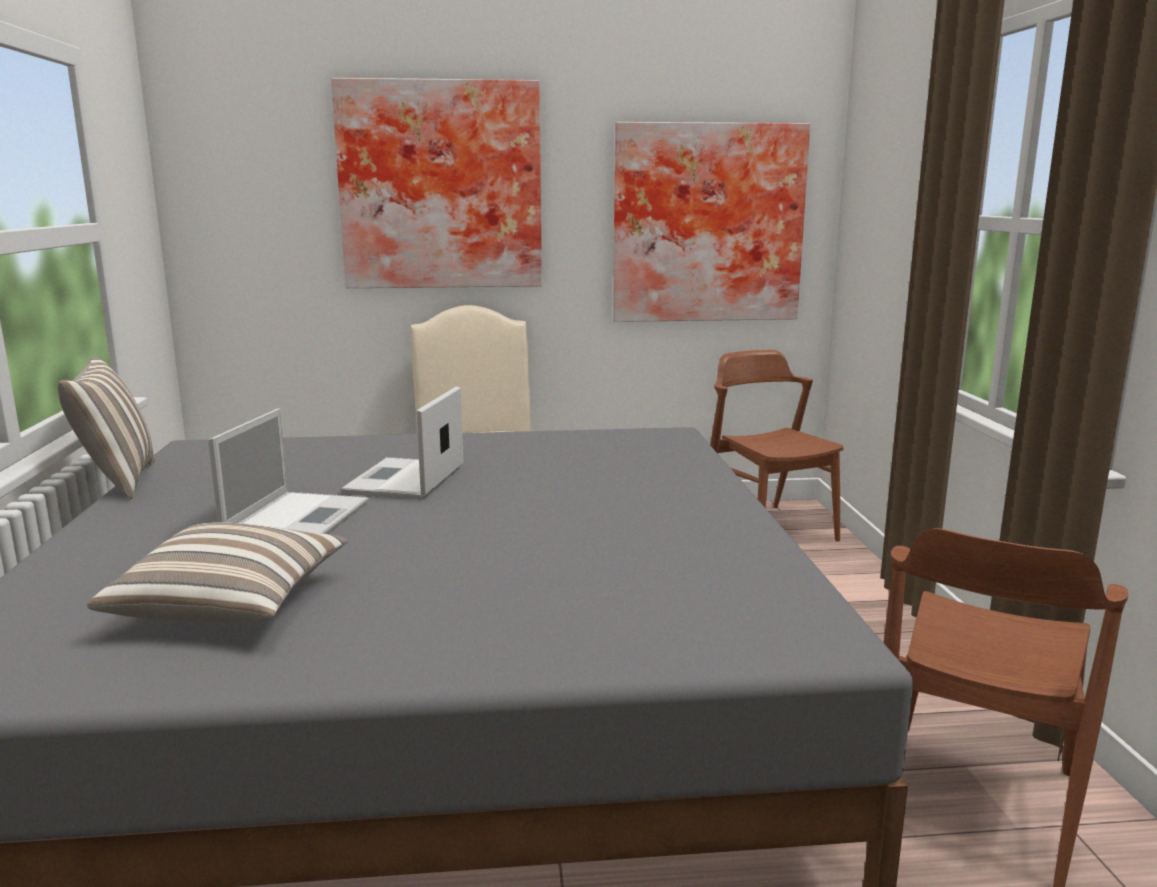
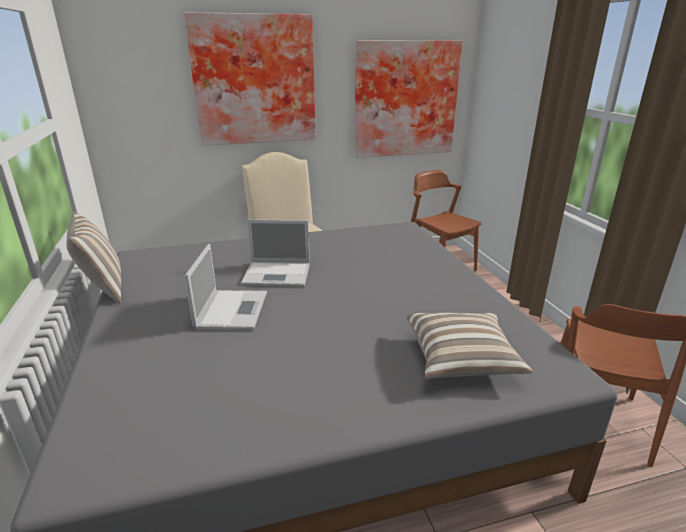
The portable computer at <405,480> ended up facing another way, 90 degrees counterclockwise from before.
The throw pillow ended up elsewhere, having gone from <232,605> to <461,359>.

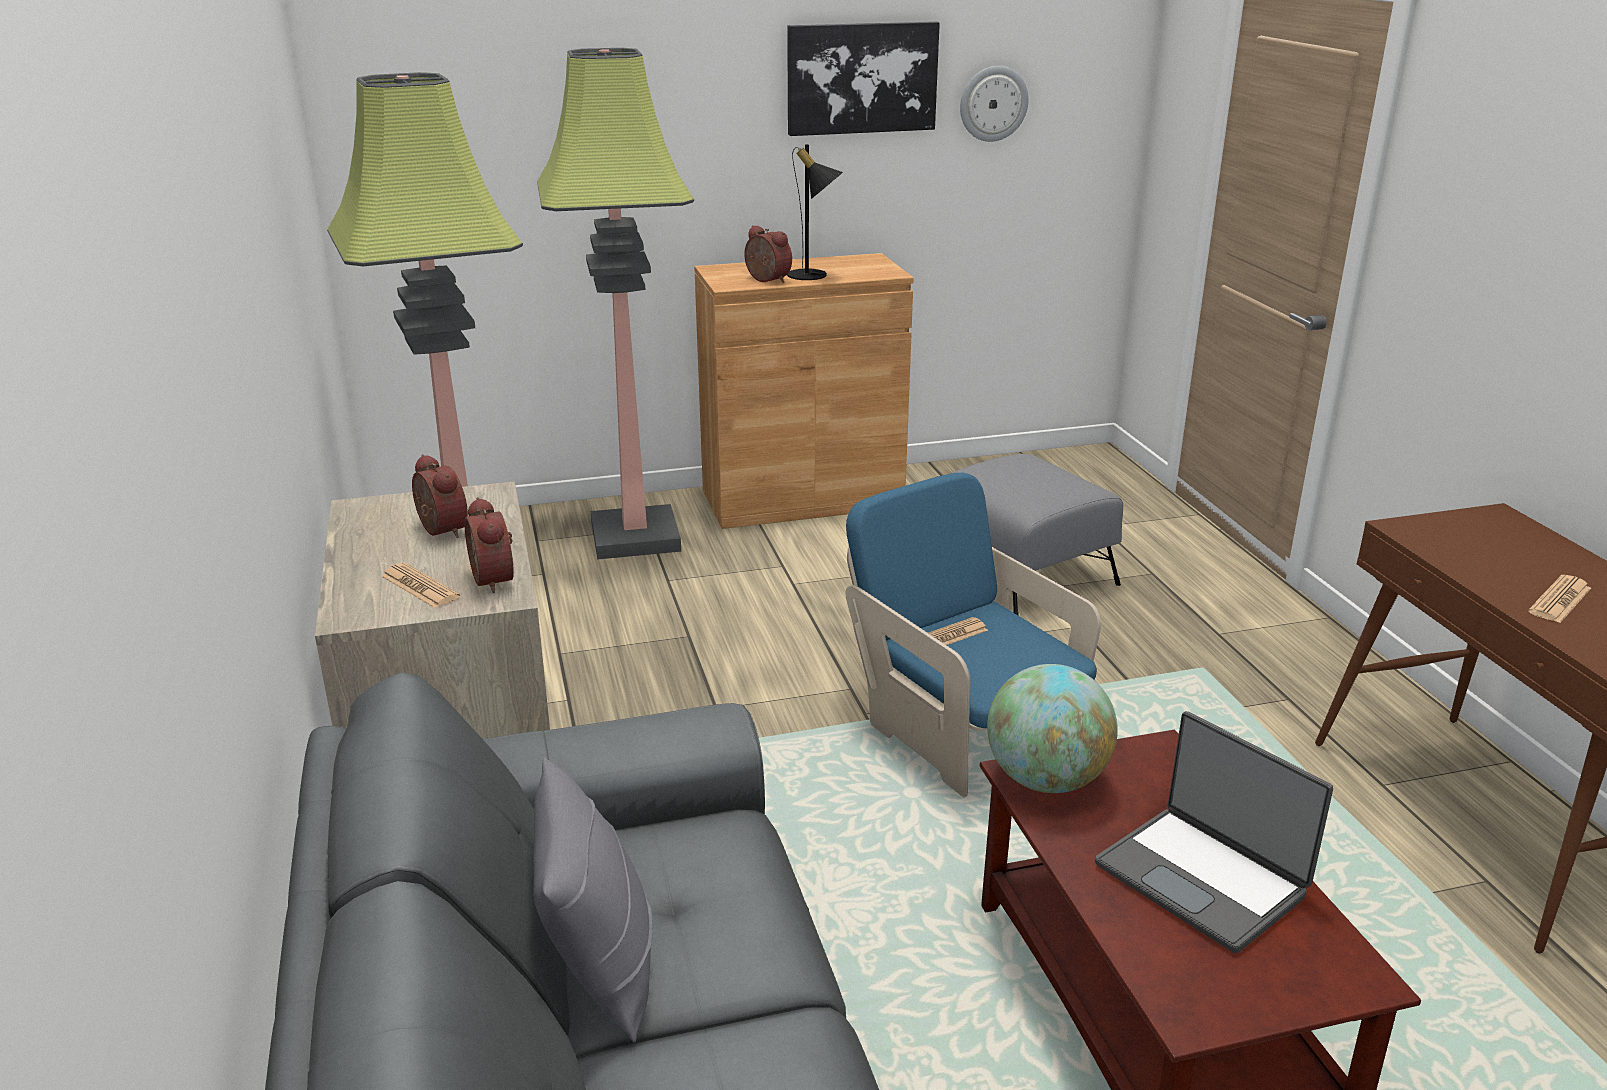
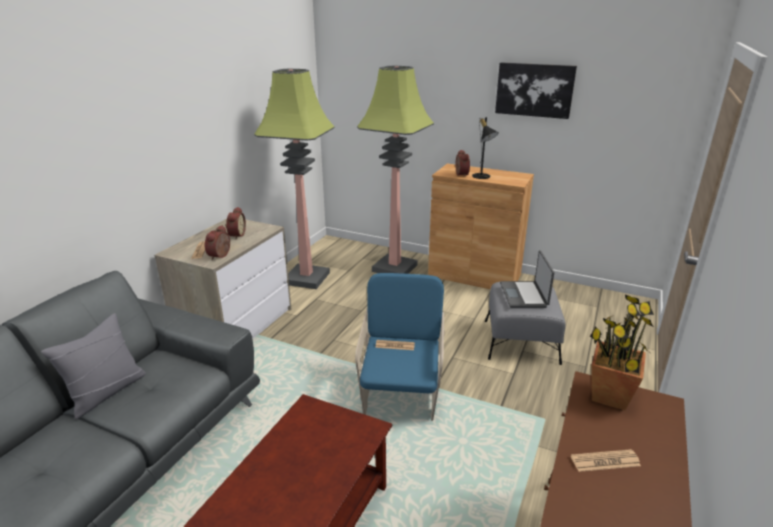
The second view lost the clock on the wall at <993,103>.
The second view lost the desk globe at <1046,780>.
The portable computer ended up elsewhere, having gone from <1202,878> to <524,295>.
The second view gained the plant in a pot at <609,396>.

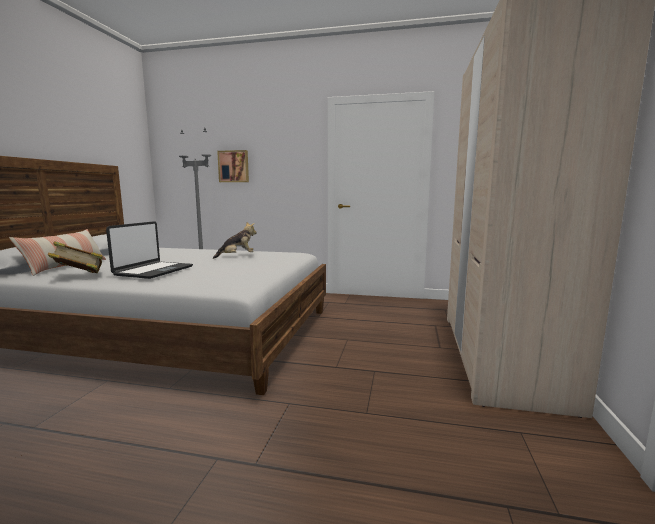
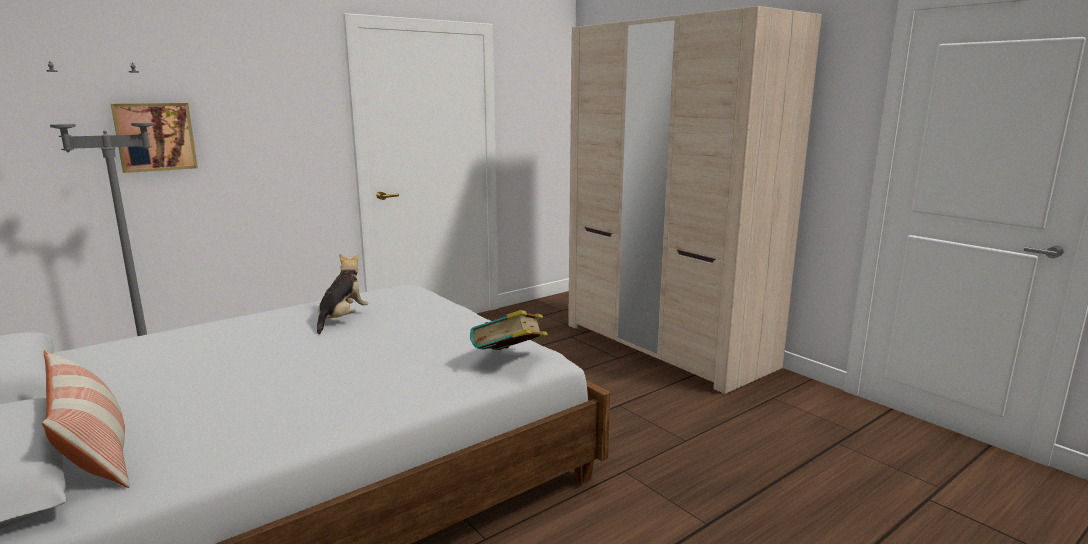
The second view lost the portable computer at <153,271>.
The volume ended up elsewhere, having gone from <79,276> to <509,359>.

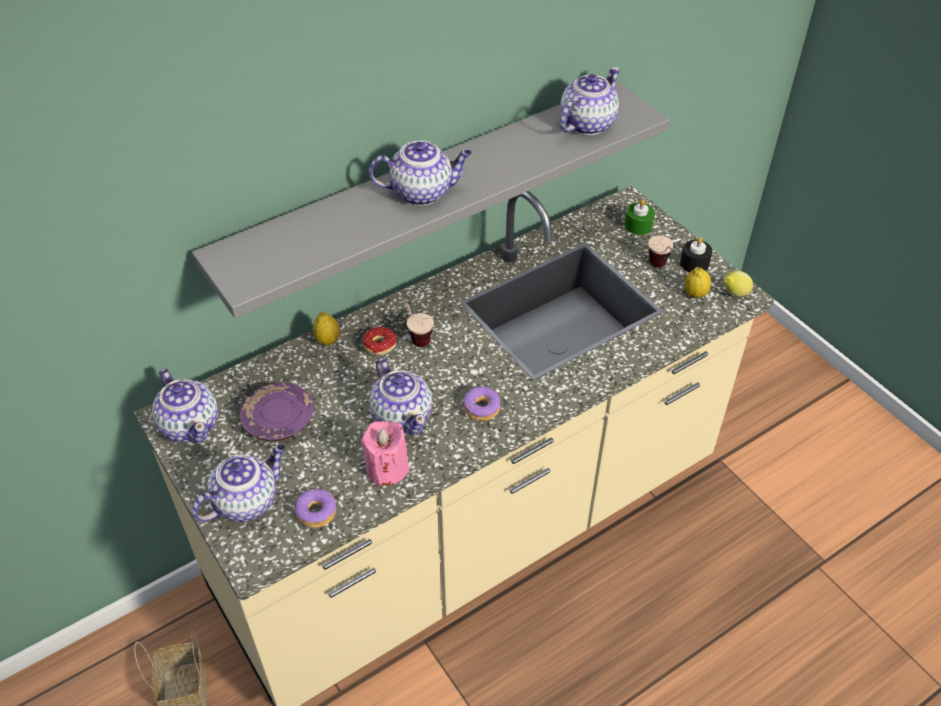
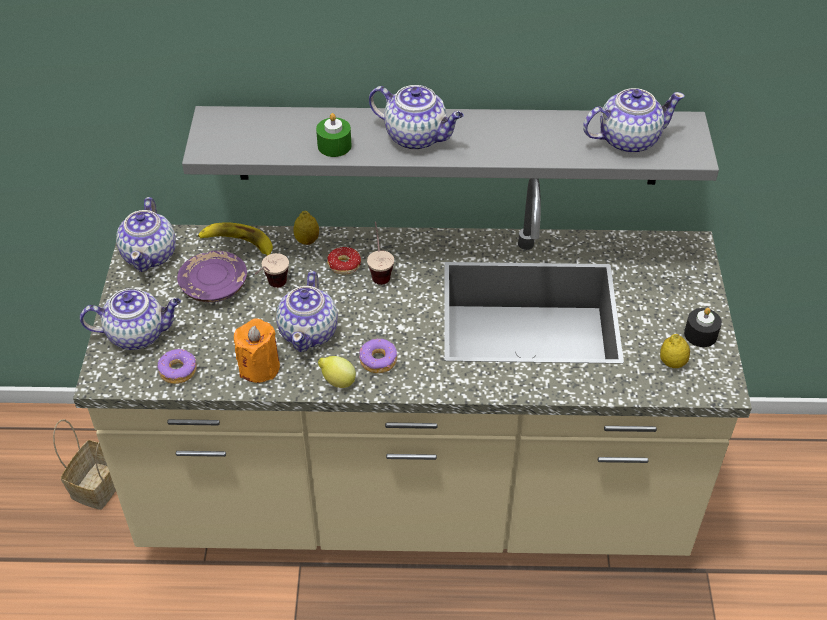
The green-coloured wax light ended up elsewhere, having gone from <638,225> to <334,146>.
The cup ended up elsewhere, having gone from <660,269> to <272,289>.
The whole lemon ended up elsewhere, having gone from <734,294> to <337,382>.
What was the pink wax light at <387,468> turned into the orange-coloured wax light at <259,367>.
The second view gained the banana at <238,244>.

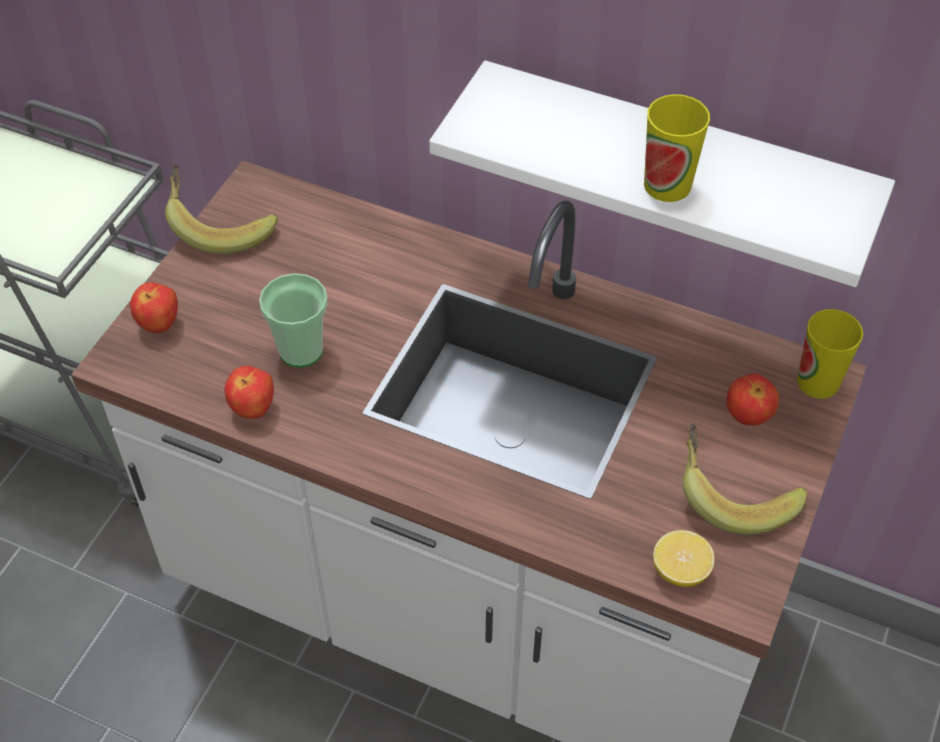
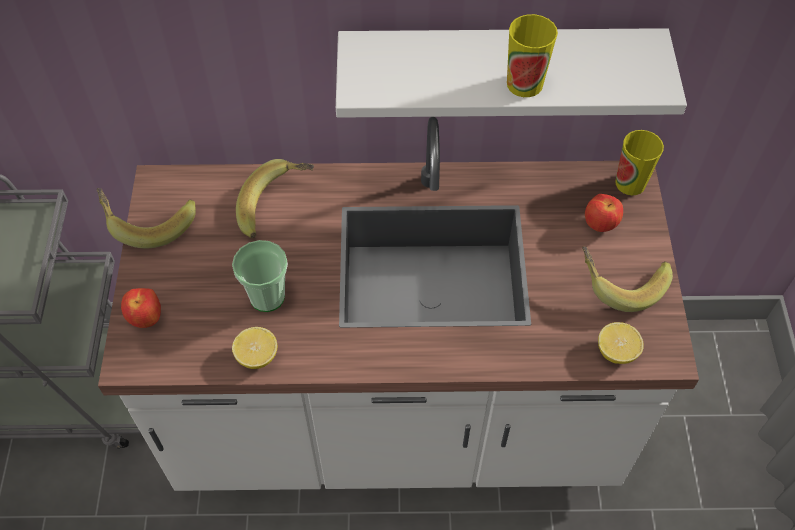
Where the apple stood at <253,409>, the whole lemon came to stand at <257,356>.
The second view gained the banana at <277,208>.

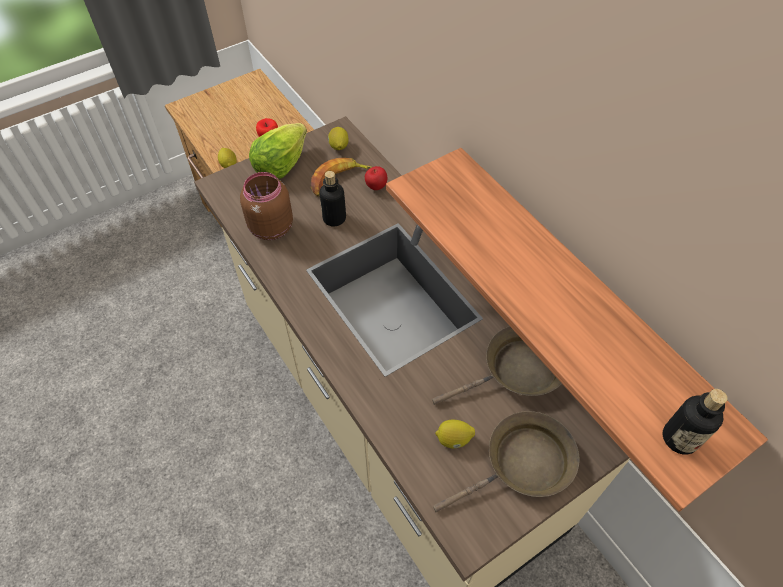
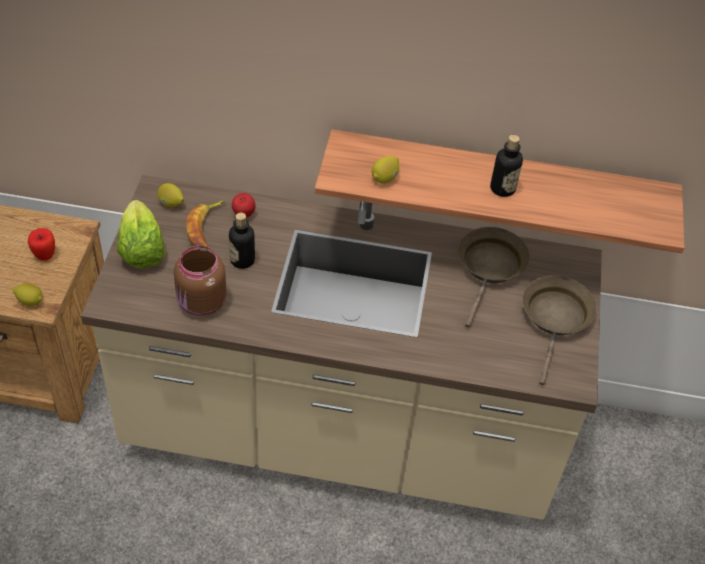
The drink bottle ended up elsewhere, having gone from <680,438> to <502,188>.
The whole lemon ended up elsewhere, having gone from <453,439> to <385,178>.

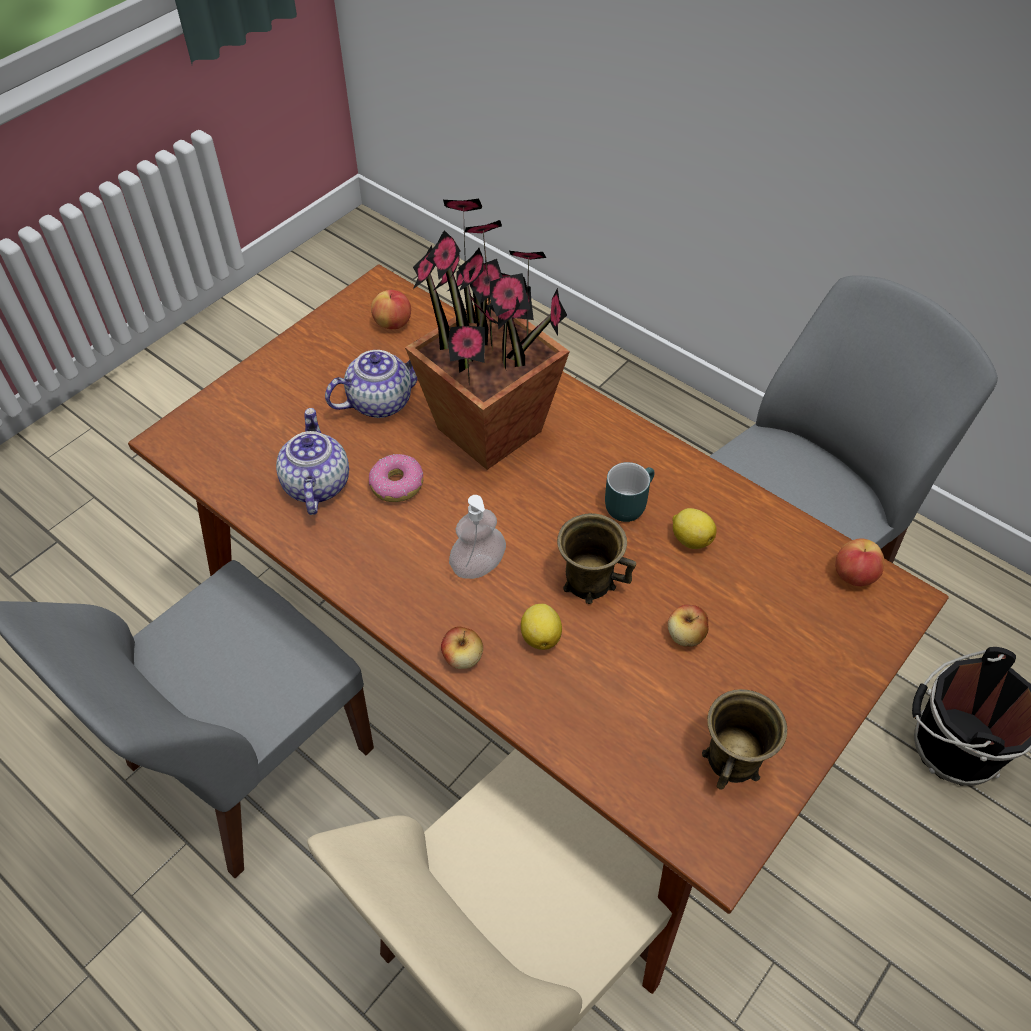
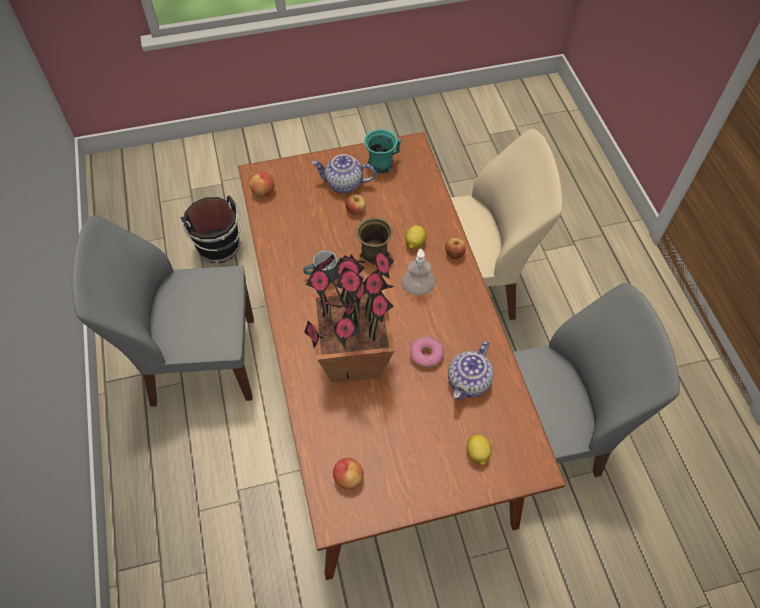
The tea pot ended up elsewhere, having gone from <380,401> to <344,184>.
The whole lemon ended up elsewhere, having gone from <690,538> to <477,454>.
What was the brown mug at <734,759> turned into the turquoise-coloured mug at <380,164>.

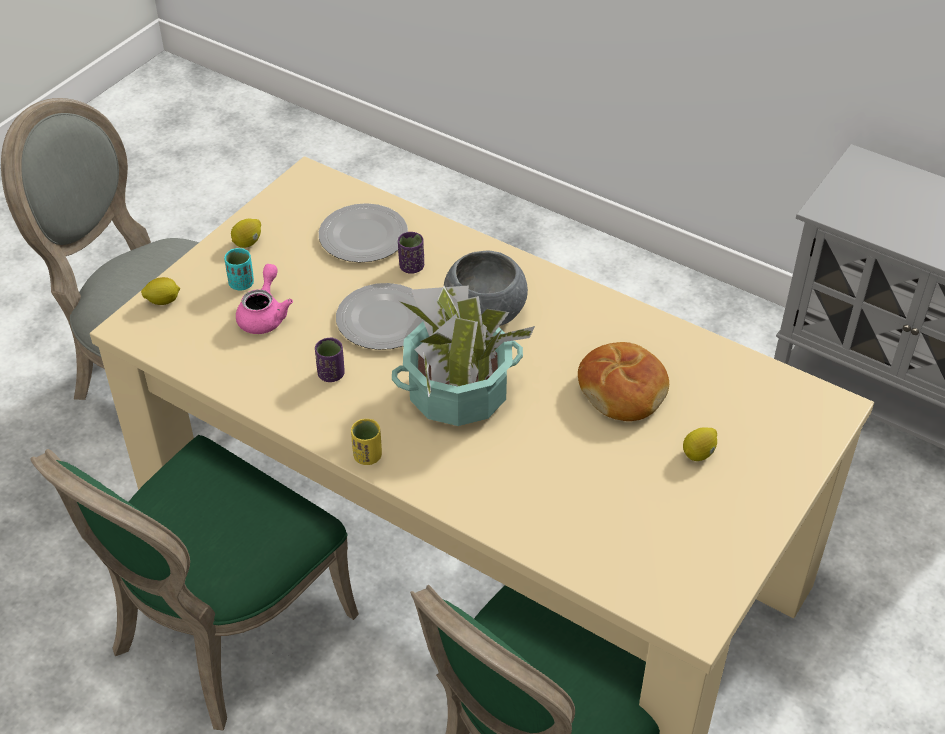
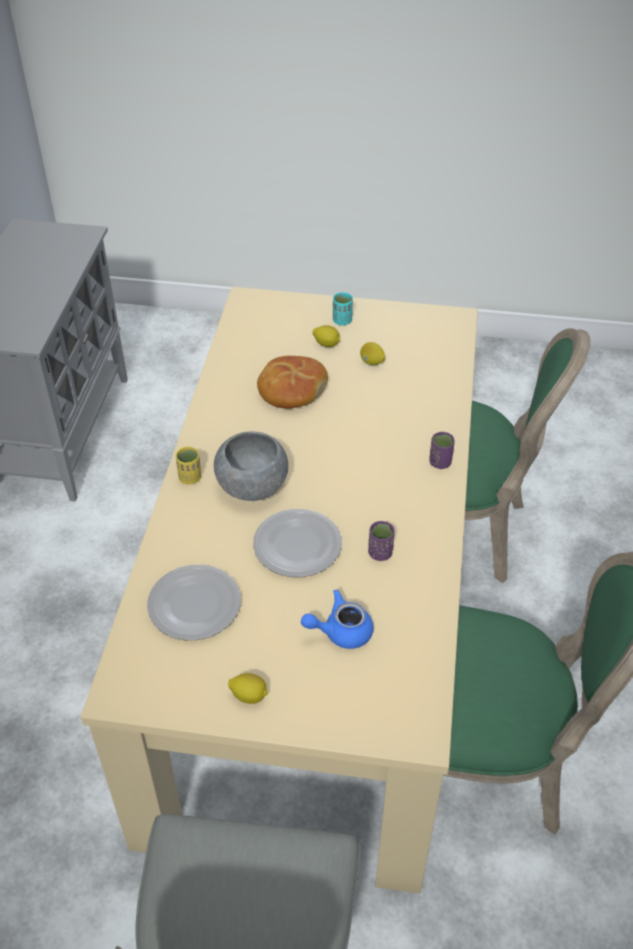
The purple cup ended up elsewhere, having gone from <411,267> to <440,462>.
The turquoise-coloured cup ended up elsewhere, having gone from <241,284> to <342,321>.
What was the pink tea pot at <264,315> turned into the blue-coloured tea pot at <340,631>.
The whole lemon ended up elsewhere, having gone from <163,301> to <372,362>.
The second view lost the plant in a pot at <458,394>.
The yellowish cup ended up elsewhere, having gone from <367,456> to <190,478>.

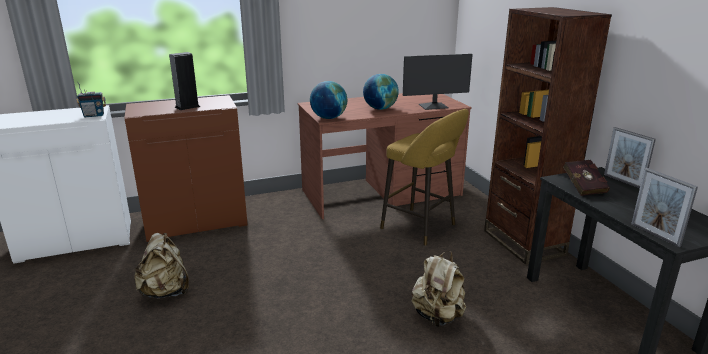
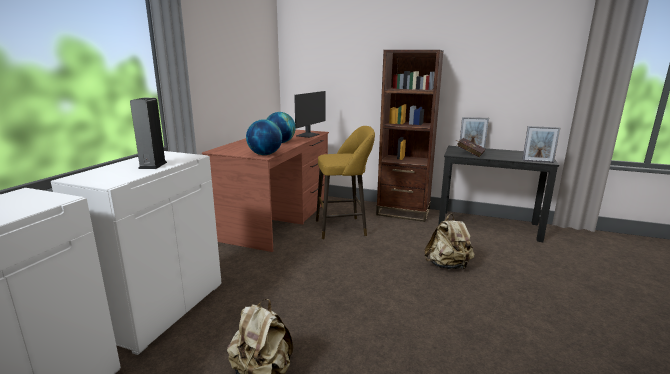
The second view lost the radio receiver at <94,115>.
What was the brown cabinet at <197,222> turned into the white cabinet at <160,308>.

